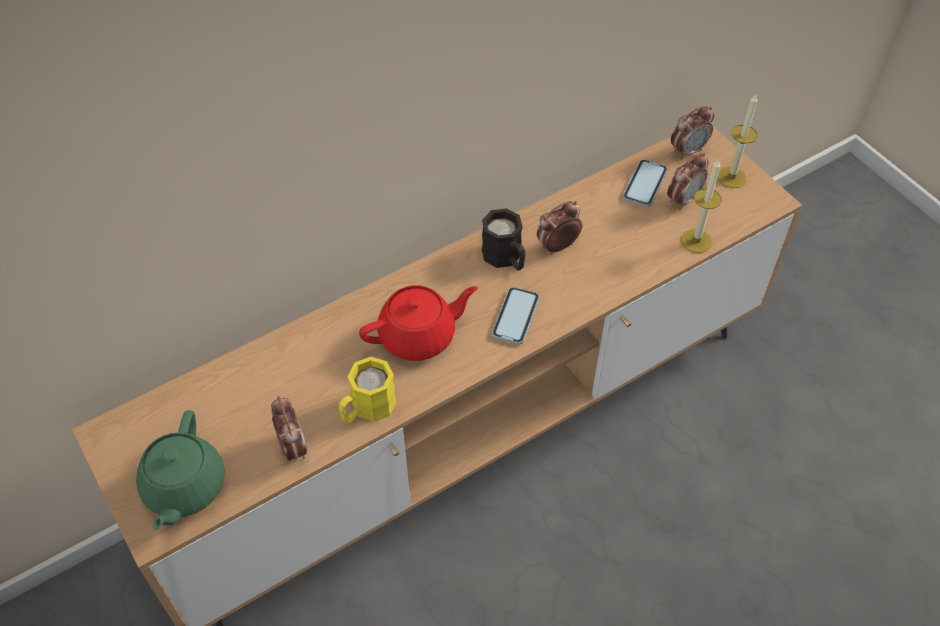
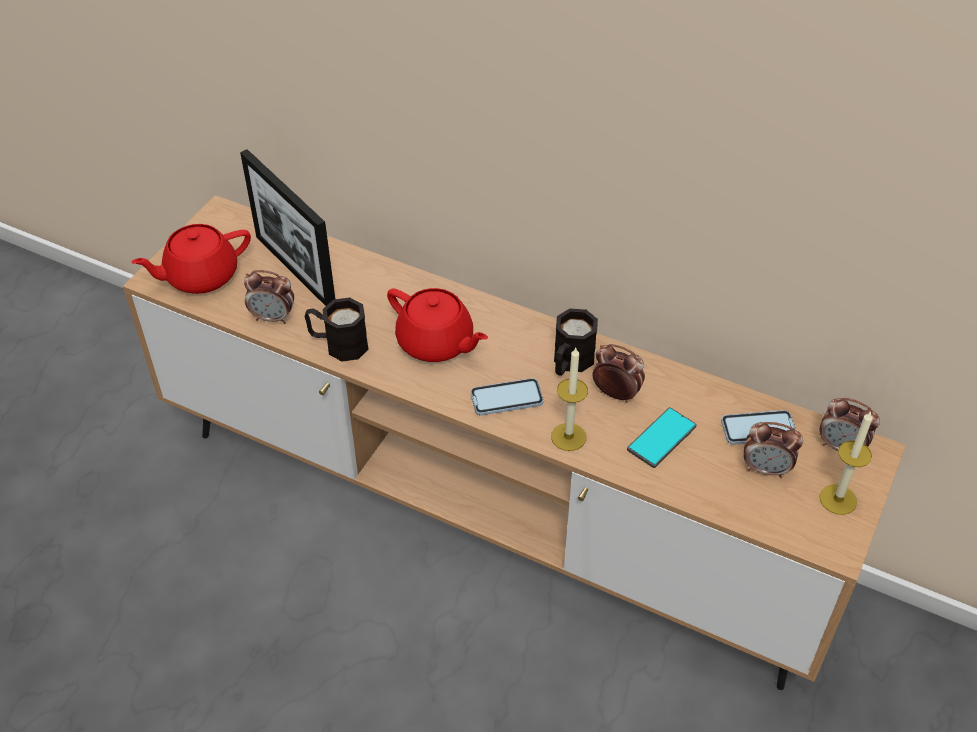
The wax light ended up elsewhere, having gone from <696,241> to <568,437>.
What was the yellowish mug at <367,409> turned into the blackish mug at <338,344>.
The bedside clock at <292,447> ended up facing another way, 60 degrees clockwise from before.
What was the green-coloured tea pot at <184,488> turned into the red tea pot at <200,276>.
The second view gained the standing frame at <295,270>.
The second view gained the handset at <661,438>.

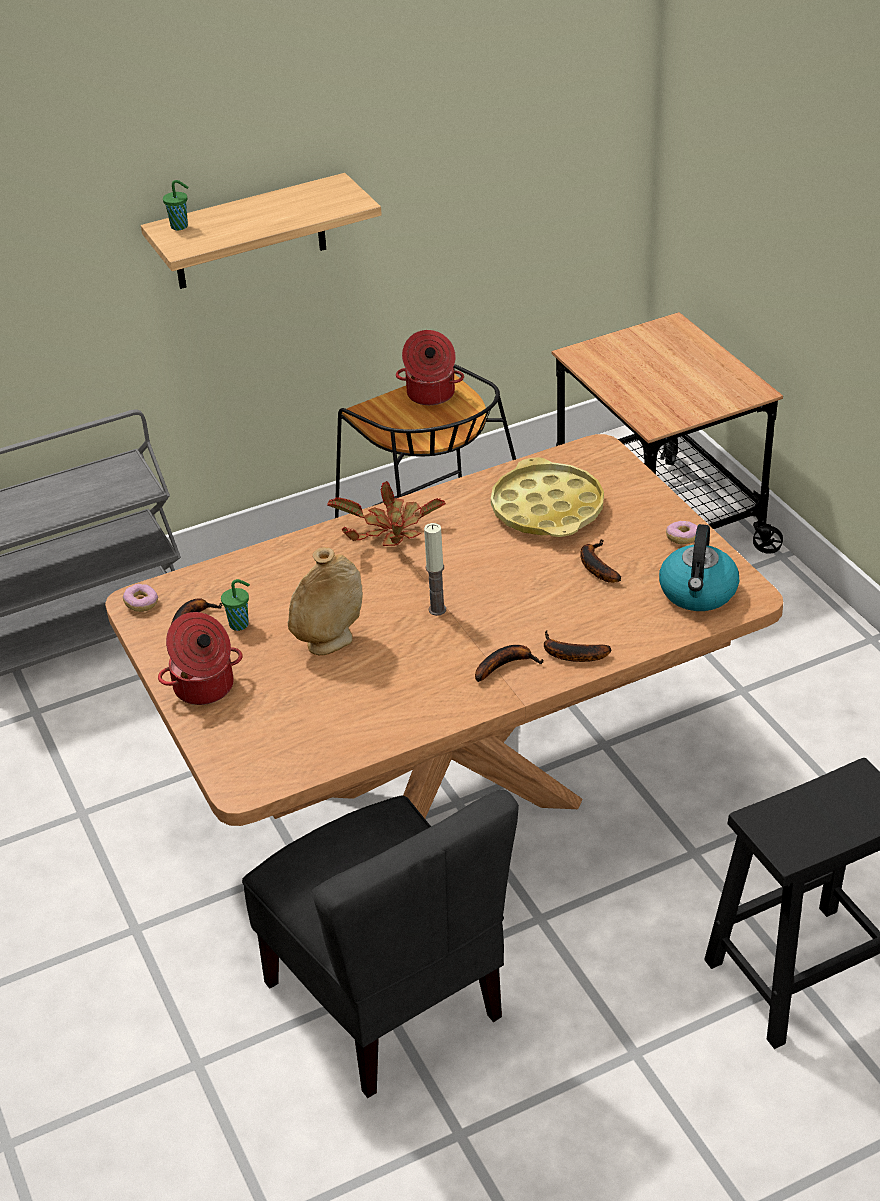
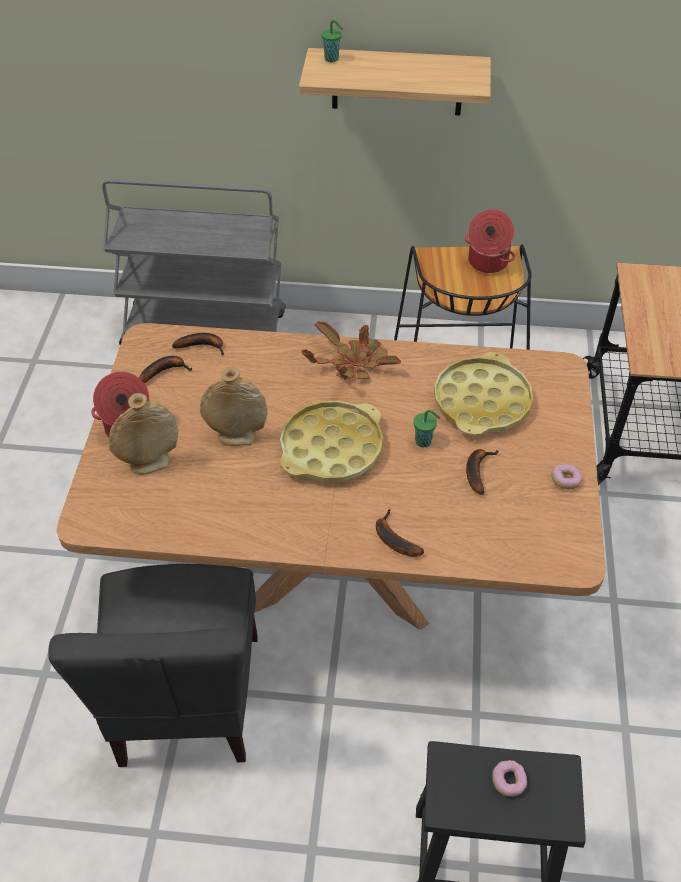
Where the wax light stood at <437,609>, the yellowish tray came to stand at <331,448>.
The second view lost the kettle at <698,593>.
The green-coloured cup ended up elsewhere, having gone from <240,624> to <424,441>.
The donut ended up elsewhere, having gone from <141,604> to <508,781>.
The banana ended up elsewhere, having gone from <506,665> to <203,345>.
The second view gained the beige vase at <150,463>.

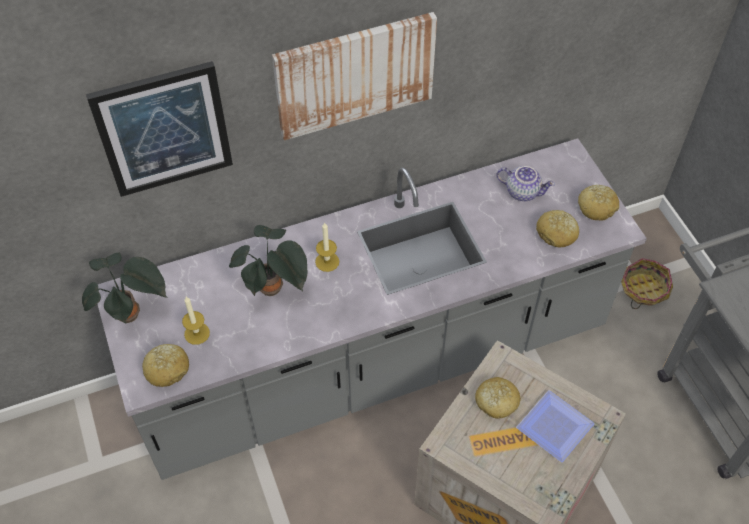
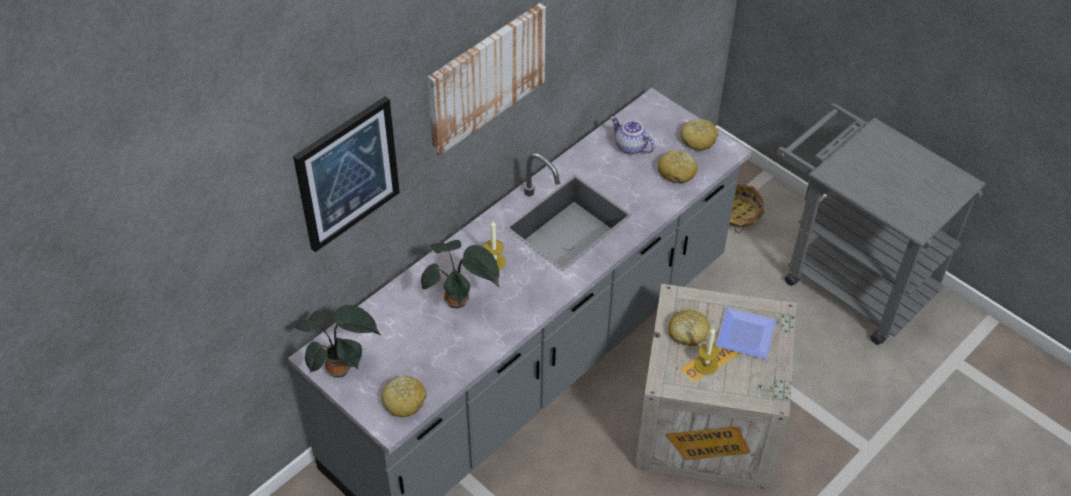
The tea pot at <523,191> ended up facing another way, 135 degrees counterclockwise from before.
The wax light ended up elsewhere, having gone from <197,333> to <706,365>.

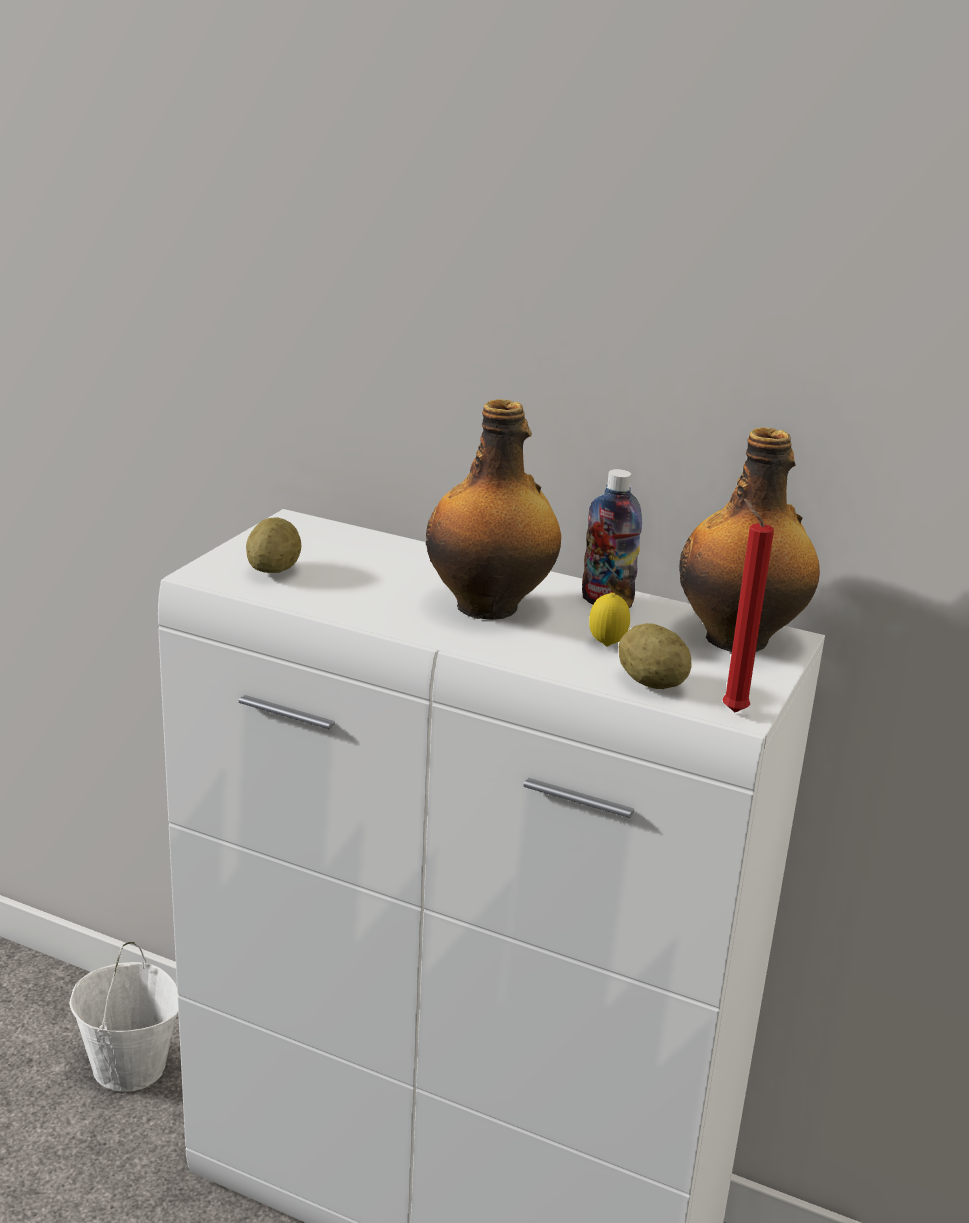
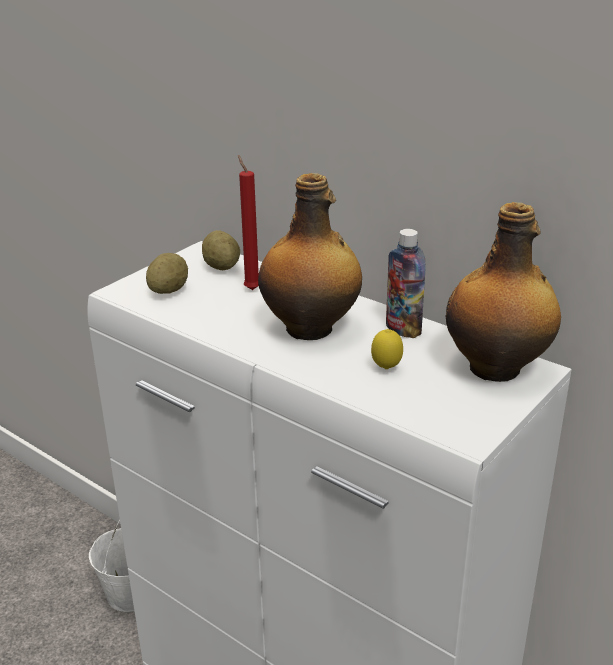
The red wax light ended up elsewhere, having gone from <731,710> to <251,288>.
The whole potato ended up elsewhere, having gone from <651,683> to <221,267>.

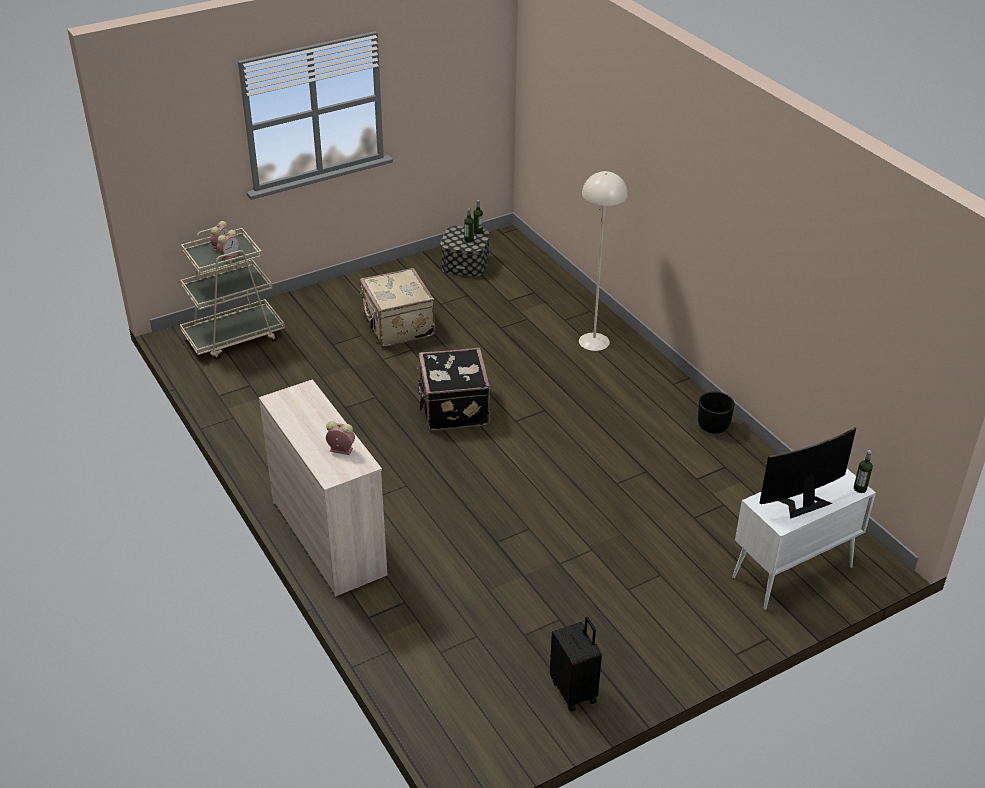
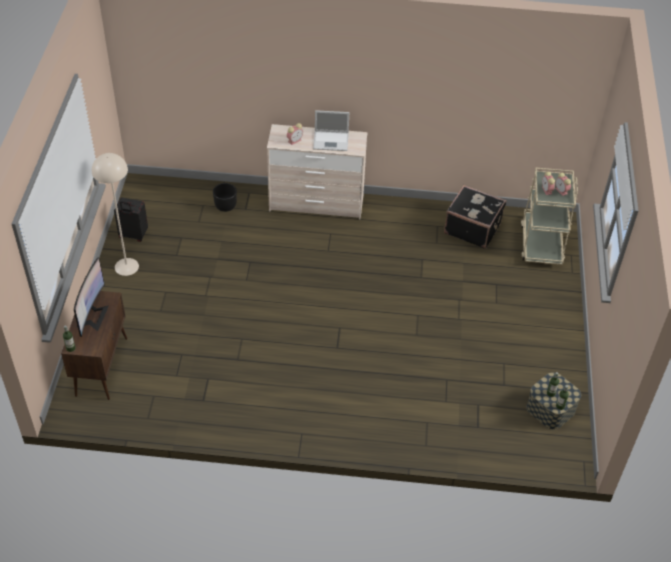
The beige standing lamp ended up elsewhere, having gone from <594,341> to <126,266>.
The second view lost the beige suitcase at <397,326>.
The blackish suitcase ended up elsewhere, having gone from <452,408> to <472,228>.
The blackish flower pot ended up elsewhere, having gone from <713,426> to <225,205>.
What was the white cabinet at <791,573> turned into the brown cabinet at <101,366>.
The second view gained the portable computer at <331,141>.

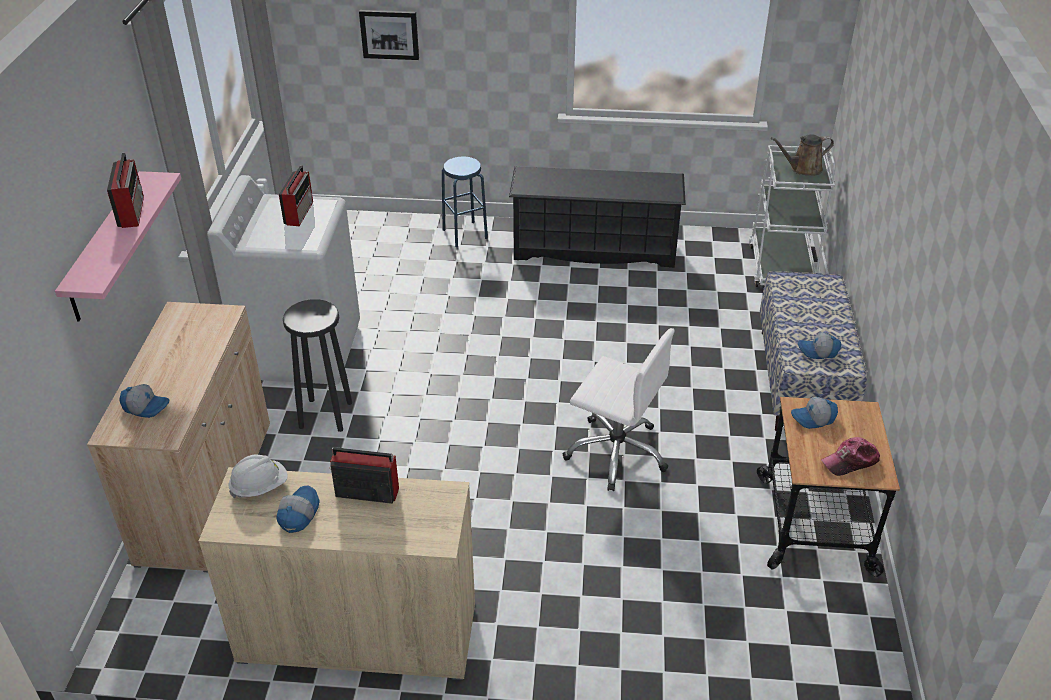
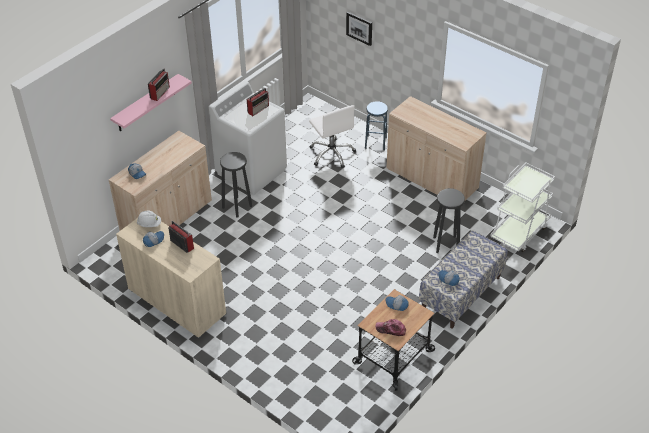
The second view lost the brown watering pot at <803,169>.
Where the blackish shoe shelf stood at <594,249>, the beige cabinet came to stand at <431,179>.
The white desk chair ended up elsewhere, having gone from <617,452> to <332,154>.
The second view gained the blackish stool seat at <445,244>.

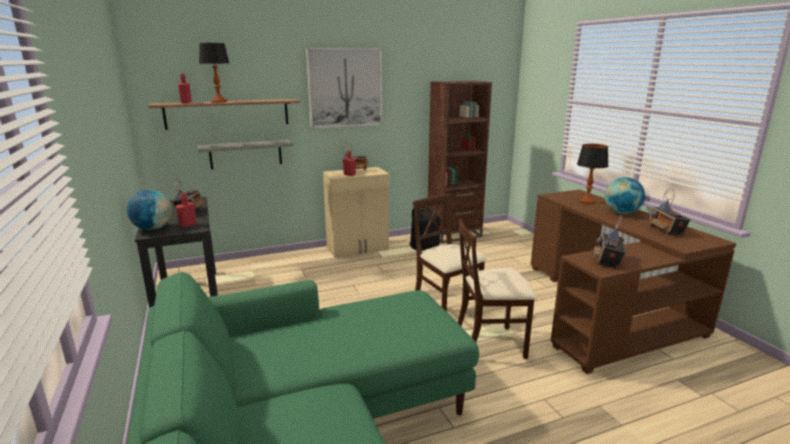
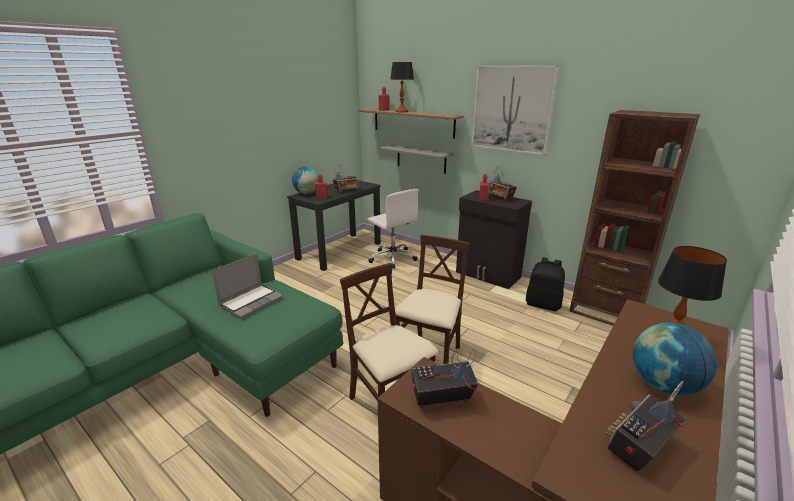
What was the beige cabinet at <358,248> turned into the blackish cabinet at <488,275>.
The second view gained the white desk chair at <392,258>.
The second view gained the portable computer at <251,301>.

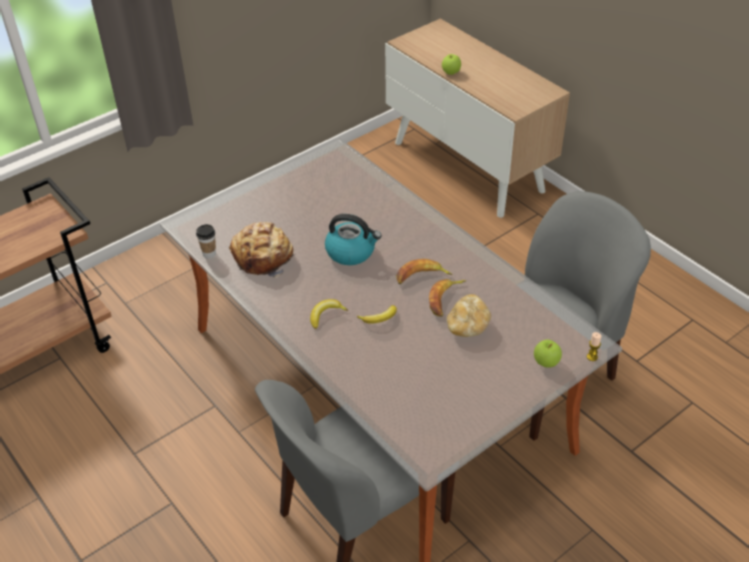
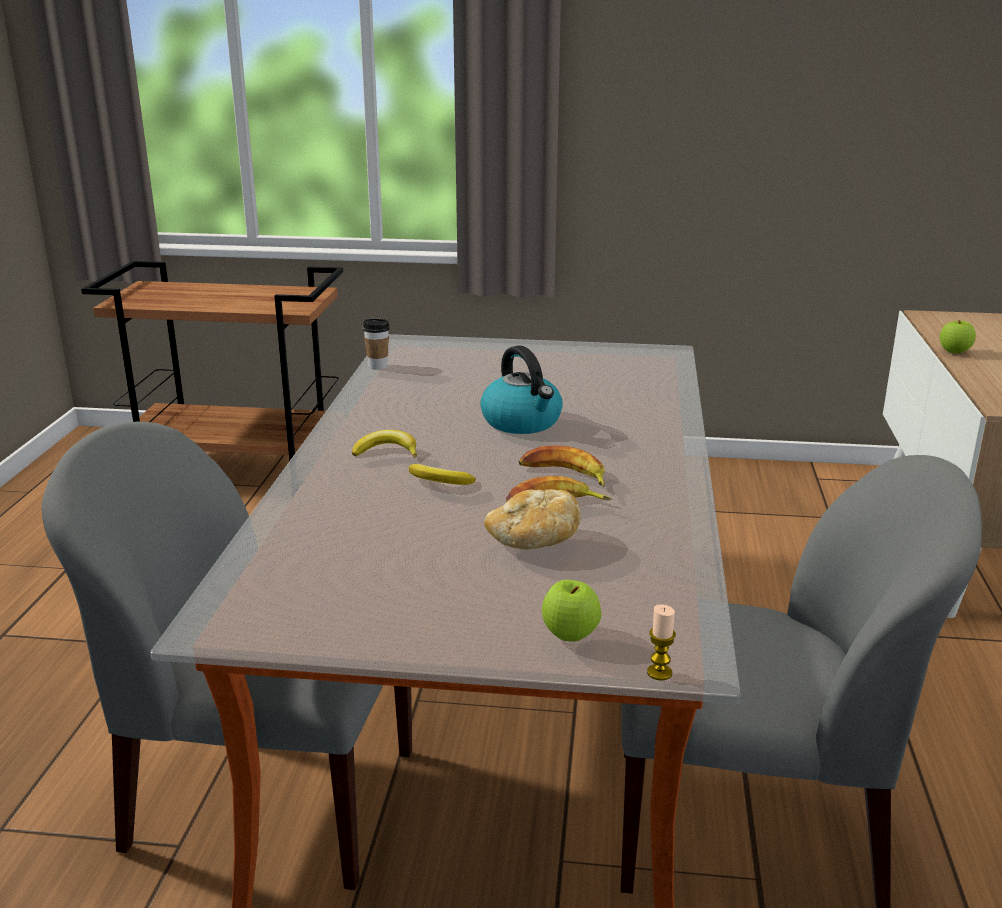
The second view lost the baked bread at <263,256>.

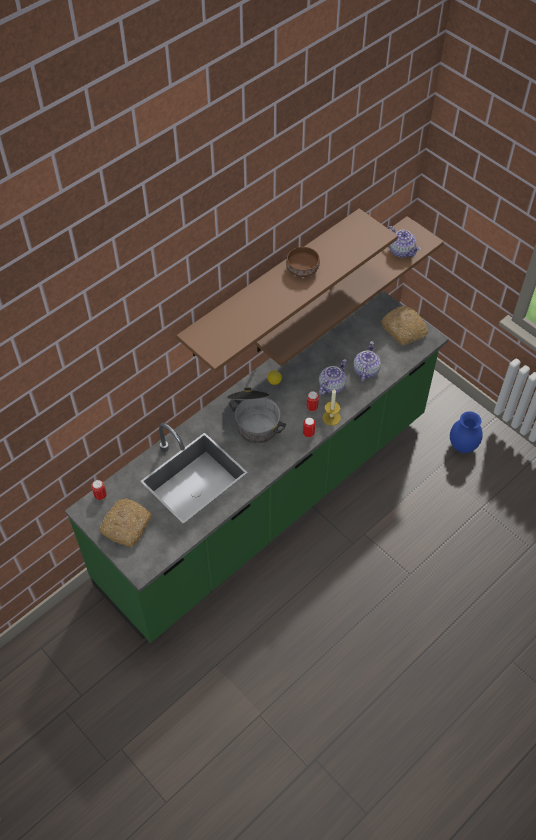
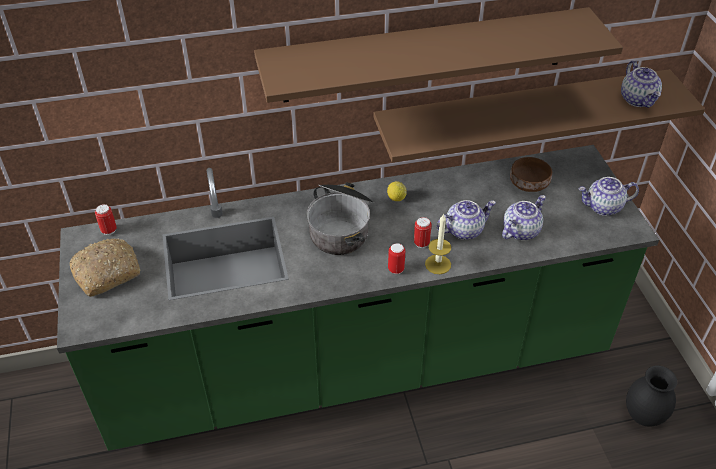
The brown deep dish ended up elsewhere, having gone from <302,268> to <529,183>.
Where the baked bread stood at <404,329>, the tea pot came to stand at <603,207>.
What was the blue-coloured vase at <462,446> turned into the blackish vase at <642,416>.

